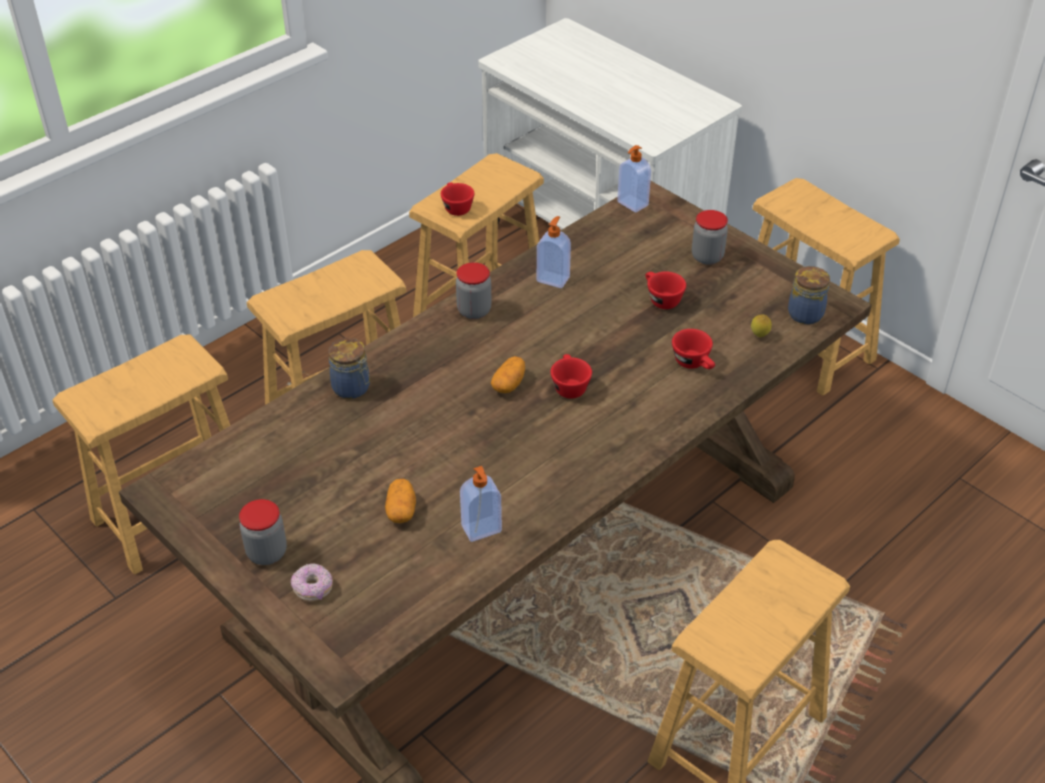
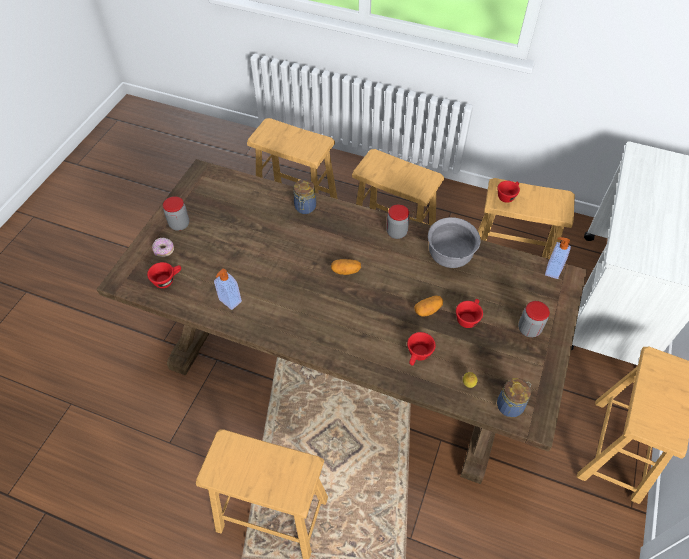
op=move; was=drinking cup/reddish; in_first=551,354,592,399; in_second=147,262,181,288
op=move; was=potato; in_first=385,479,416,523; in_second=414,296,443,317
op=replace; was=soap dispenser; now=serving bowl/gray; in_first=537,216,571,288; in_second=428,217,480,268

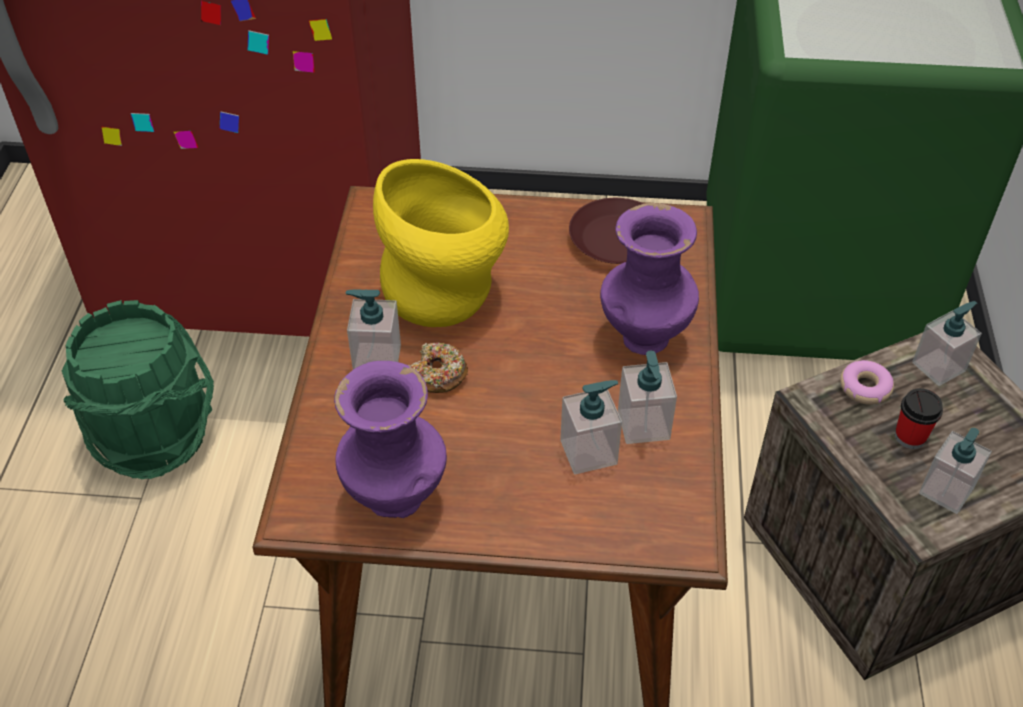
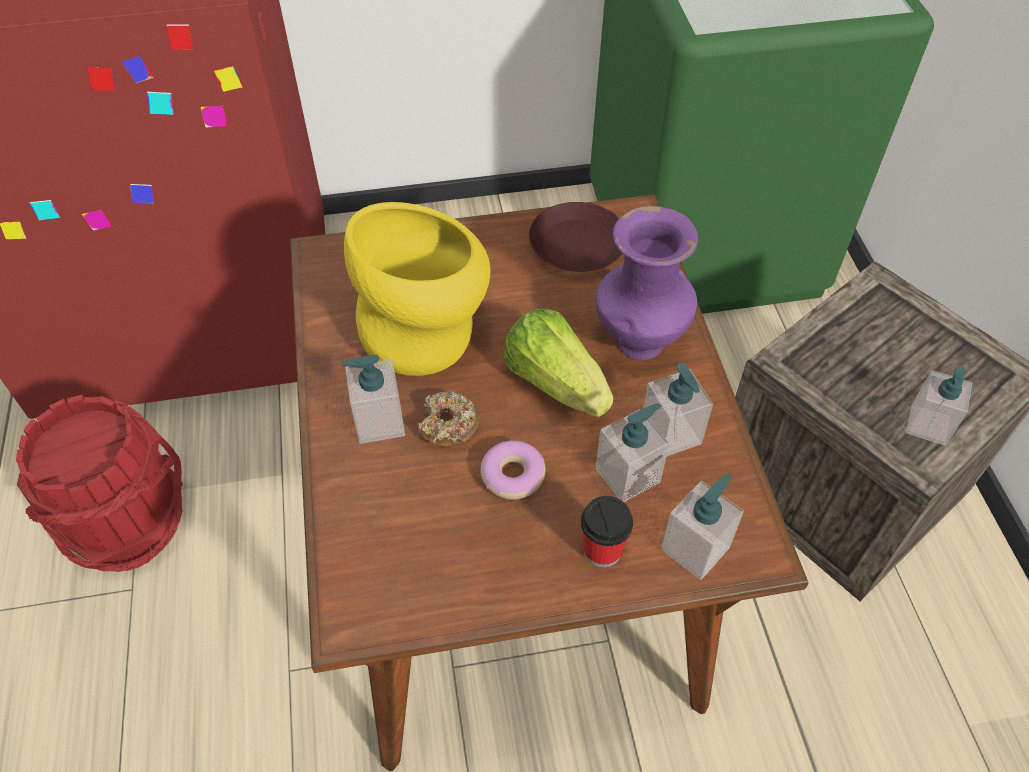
op=recolor; was=bucket/green; now=bucket/reddish; in_first=62,300,214,480; in_second=16,395,183,572
op=move; was=ring doughnut; in_first=840,360,894,405; in_second=480,440,546,500
op=insert; now=lettuce; in_second=503,308,613,417
op=move; was=drinking cup; in_first=895,388,943,449; in_second=581,496,633,567
op=move; was=soap dispenser; in_first=912,301,982,386; in_second=661,474,744,580
op=delete; was=vase/purplish; in_first=334,361,447,518

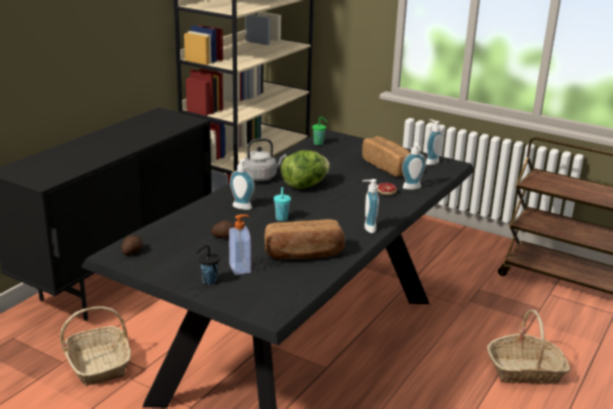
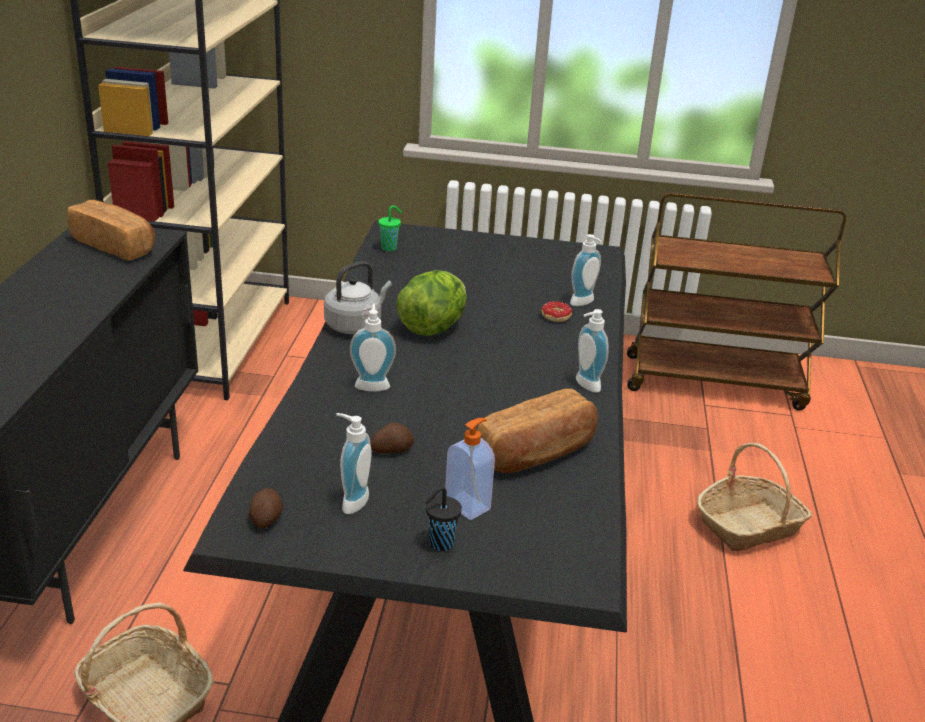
op=move; was=baked bread; in_first=362,136,411,177; in_second=67,200,155,261
op=move; was=soap dispenser; in_first=426,119,442,165; in_second=336,413,371,514
op=delete; was=drinking cup/turquoise; in_first=273,187,291,221

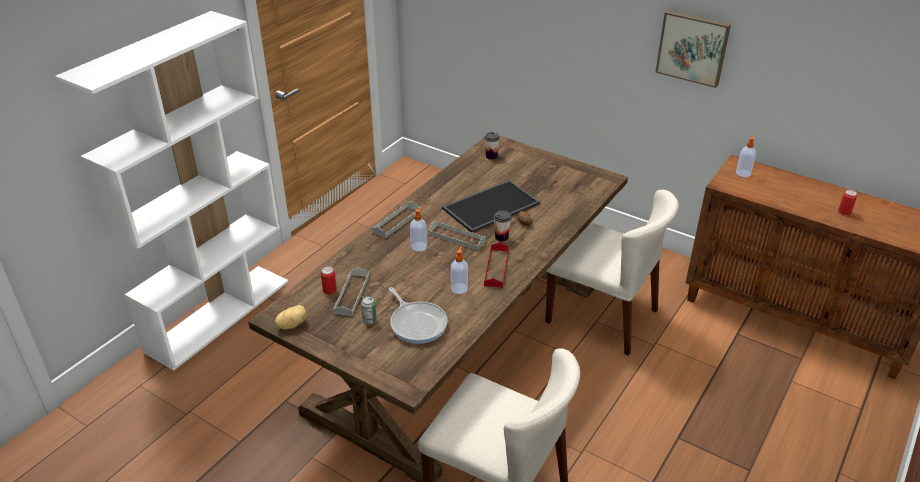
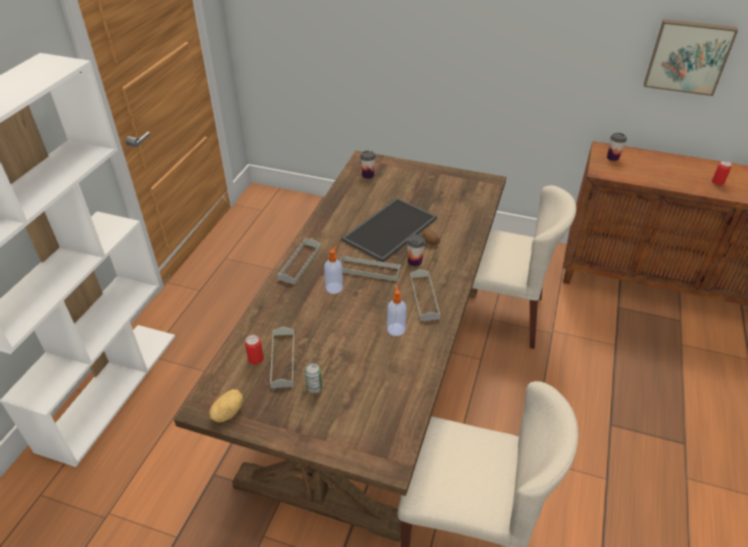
op=recolor; was=tray/reddish; now=tray/gray; in_first=484,242,509,288; in_second=410,269,440,321
op=replace; was=soap dispenser; now=drinking cup; in_first=736,135,756,177; in_second=607,133,627,161
op=move; was=picture; in_first=656,10,731,88; in_second=644,19,738,96
op=delete; was=skillet; in_first=389,287,448,344

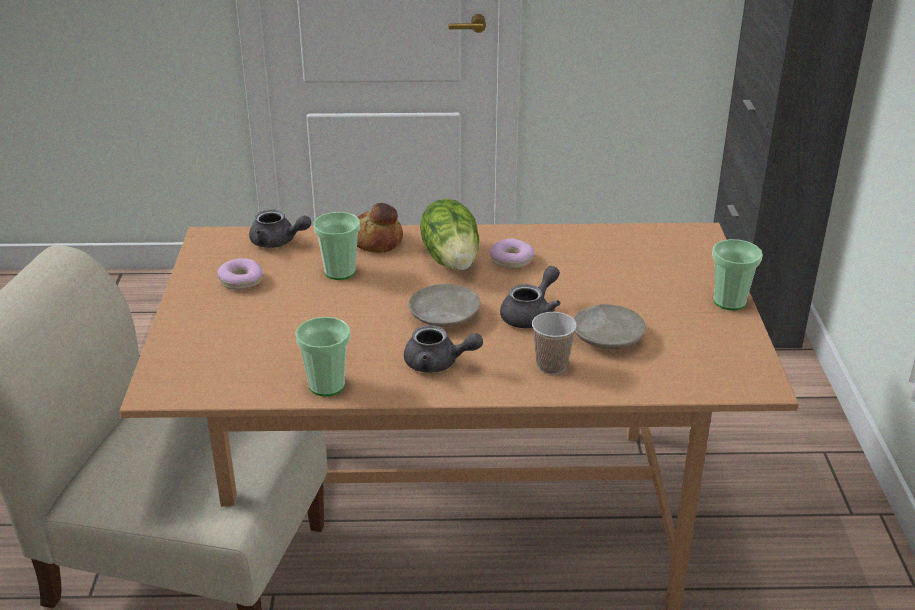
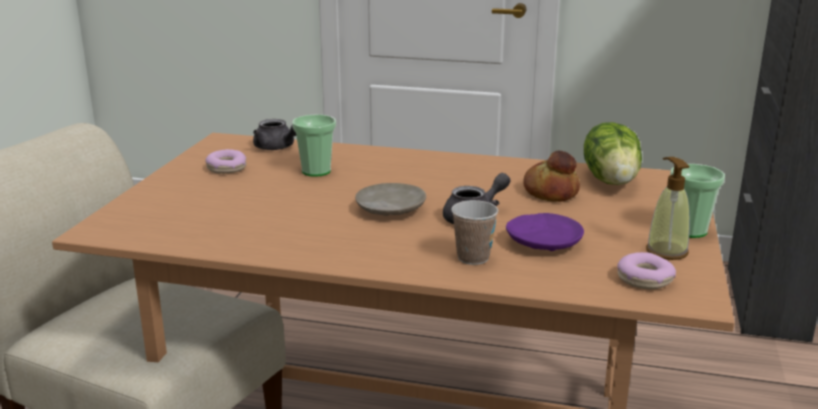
op=recolor; was=flat dish/beige; now=flat dish/purplish; in_first=573,304,646,349; in_second=506,213,584,251
op=move; was=baked bread; in_first=357,203,403,253; in_second=523,150,580,202
op=move; was=lettuce; in_first=420,199,479,271; in_second=584,122,642,185
op=move; was=ring doughnut; in_first=490,238,535,269; in_second=617,252,676,289
op=insert; now=soap dispenser; in_second=646,157,690,260
op=delete; was=drinking cup; in_first=295,317,350,396
op=delete; was=tea pot/gray; in_first=404,325,483,373

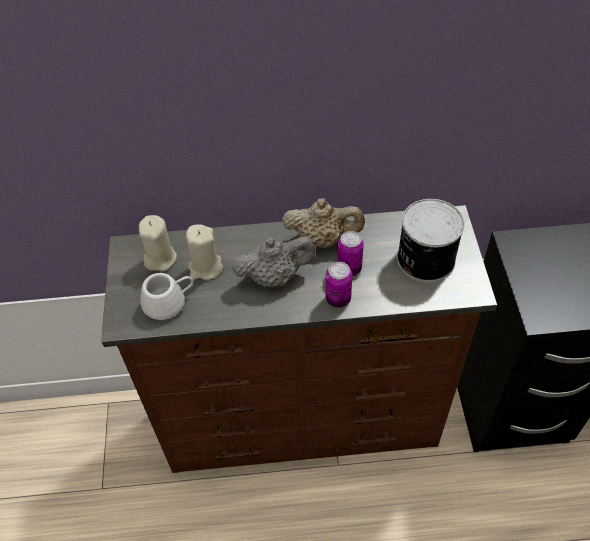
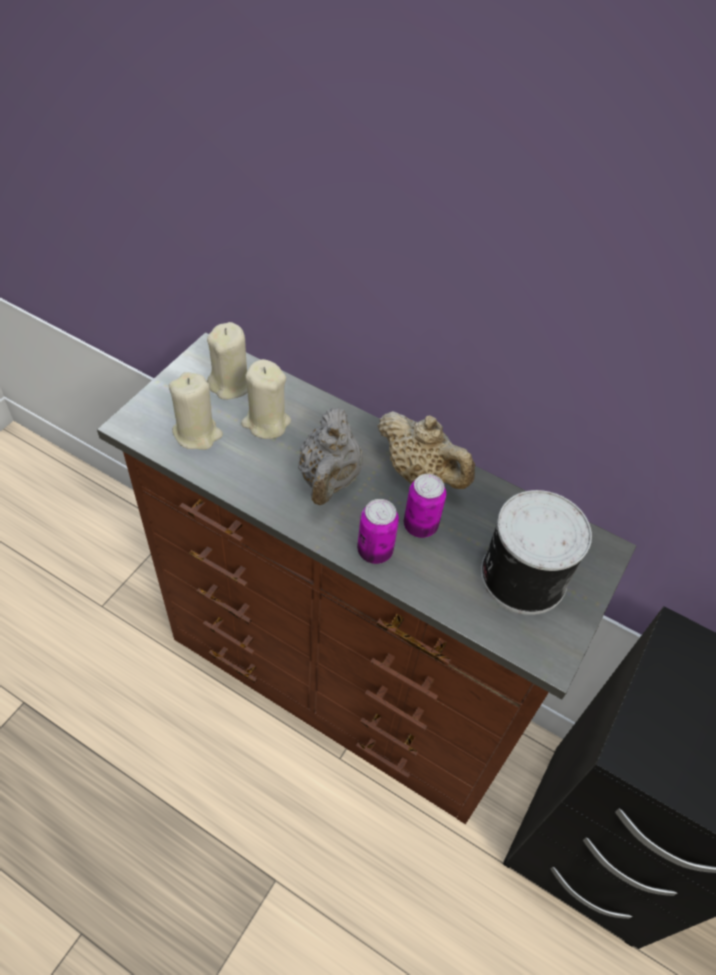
op=replace; was=mug/whitish; now=wax light/beige; in_first=140,273,194,320; in_second=168,372,223,450
op=rotate; was=tea pot/gray; in_first=231,236,316,287; in_second=298,407,363,505; clockwise=75

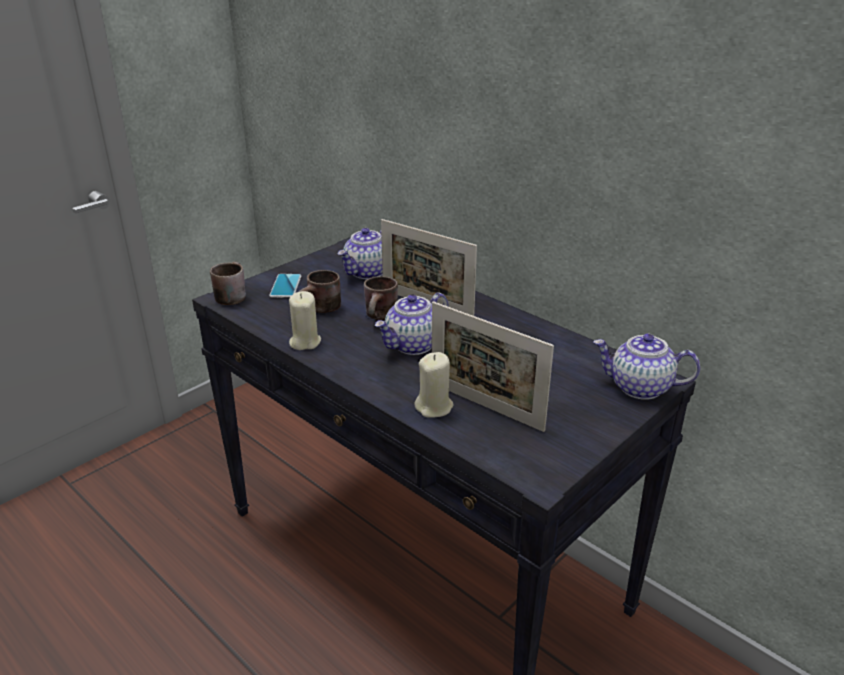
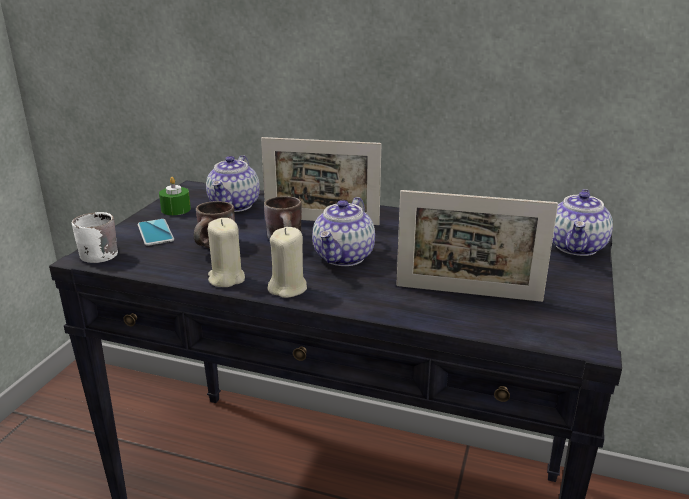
op=recolor; was=mug/brownish; now=mug/whitish; in_first=210,262,246,305; in_second=72,212,118,263
op=insert; now=wax light/green; in_second=159,177,191,215
op=move; was=wax light/beige; in_first=415,352,454,418; in_second=267,227,307,298
op=rotate; was=tea pot; in_first=593,334,700,400; in_second=552,189,613,256; clockwise=-60

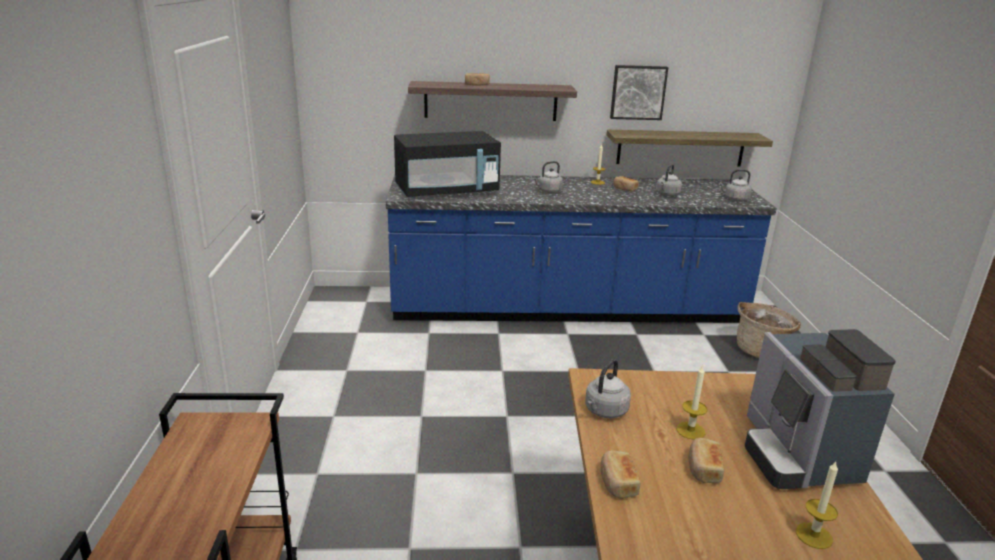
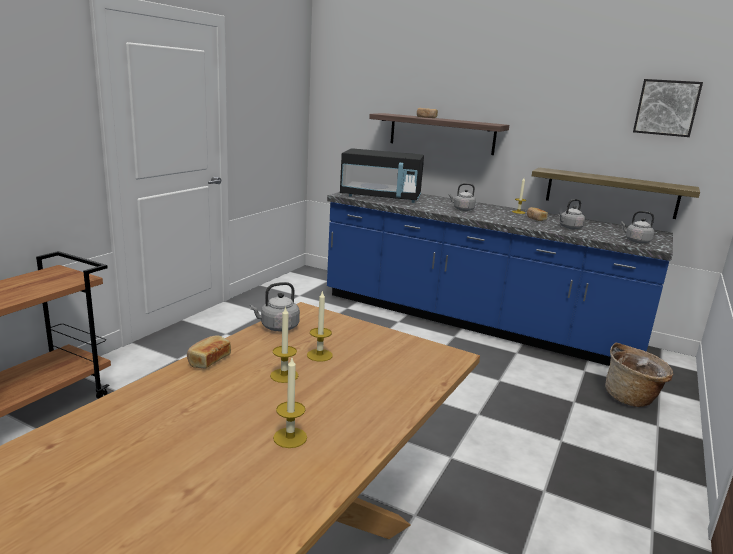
op=replace; was=baked bread; now=wax light; in_first=688,438,724,483; in_second=270,306,298,383
op=move; was=picture; in_first=610,65,669,120; in_second=633,79,703,137
op=delete; was=coffee brewer; in_first=745,329,896,489

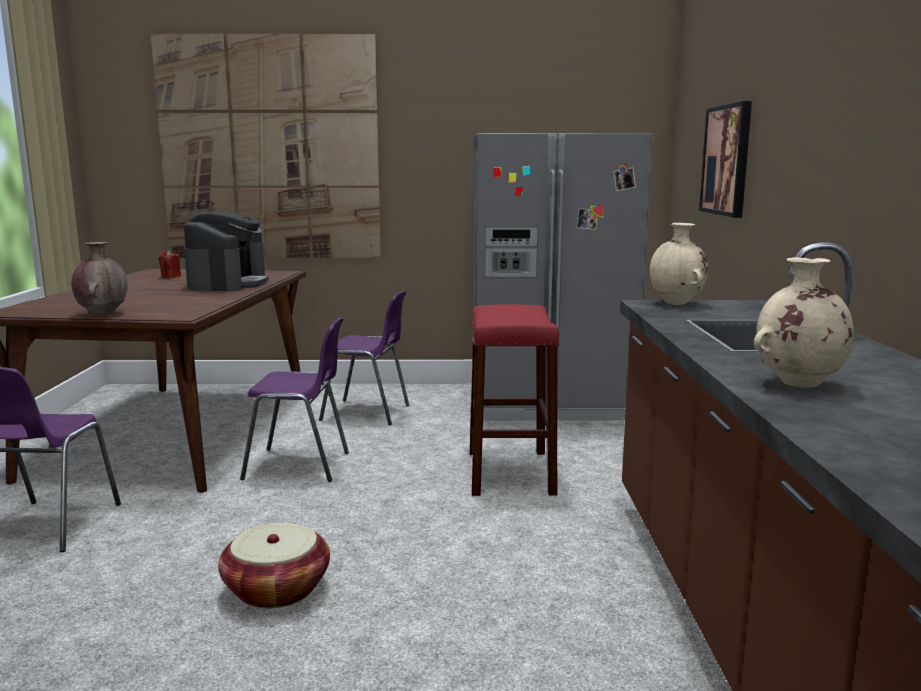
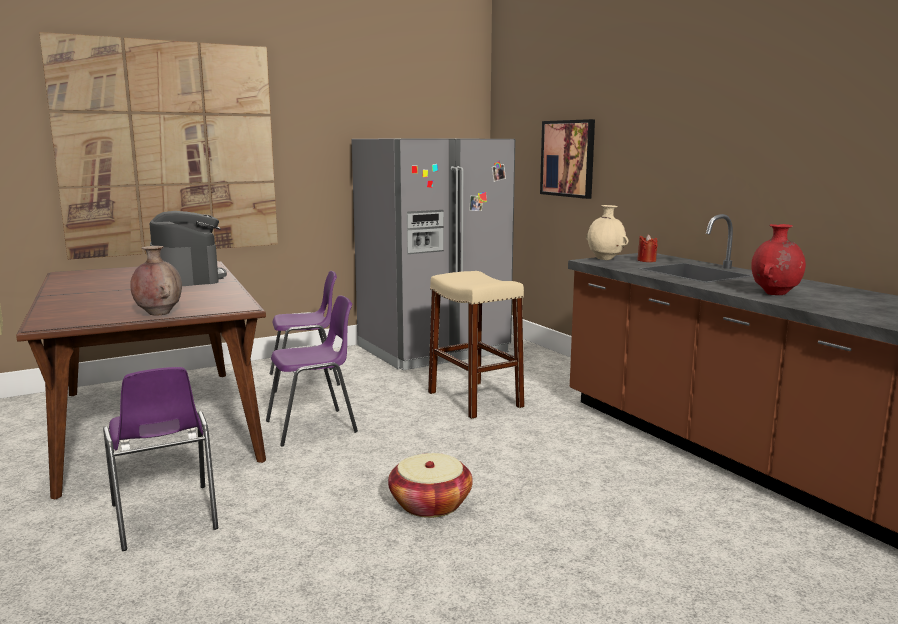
op=recolor; was=stool seat/reddish; now=stool seat/beige; in_first=470,304,560,496; in_second=428,271,524,419
op=move; was=wax light/reddish; in_first=159,250,181,278; in_second=637,234,657,262
op=recolor; was=vase/beige; now=vase/reddish; in_first=754,257,854,388; in_second=751,224,806,295

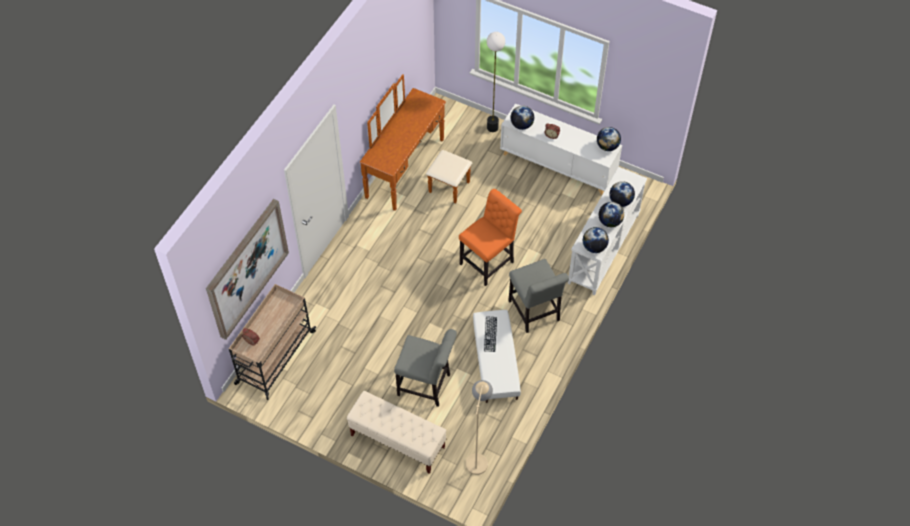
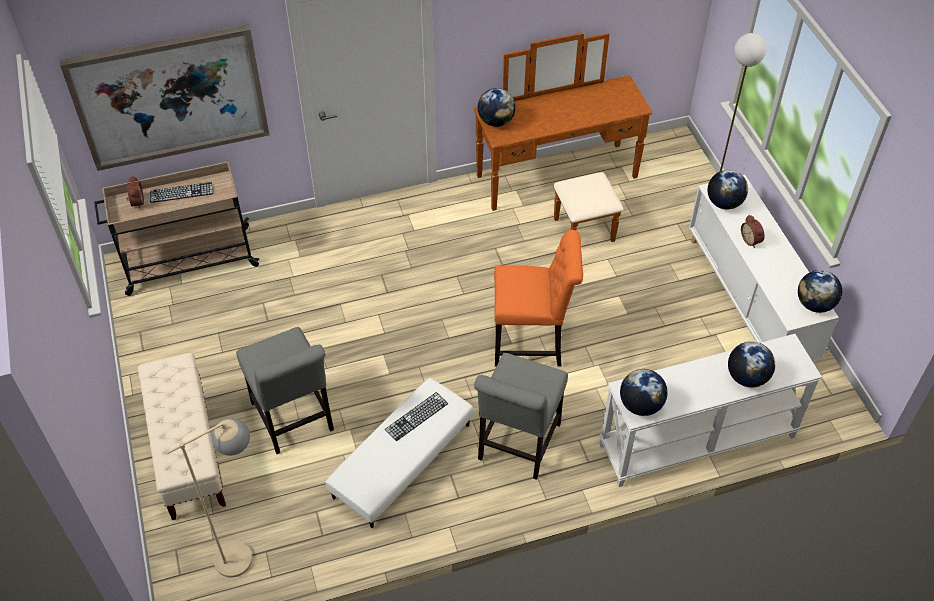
op=insert; now=PC keyboard; in_second=150,182,213,203
op=move; was=globe; in_first=599,202,624,227; in_second=478,88,516,127

